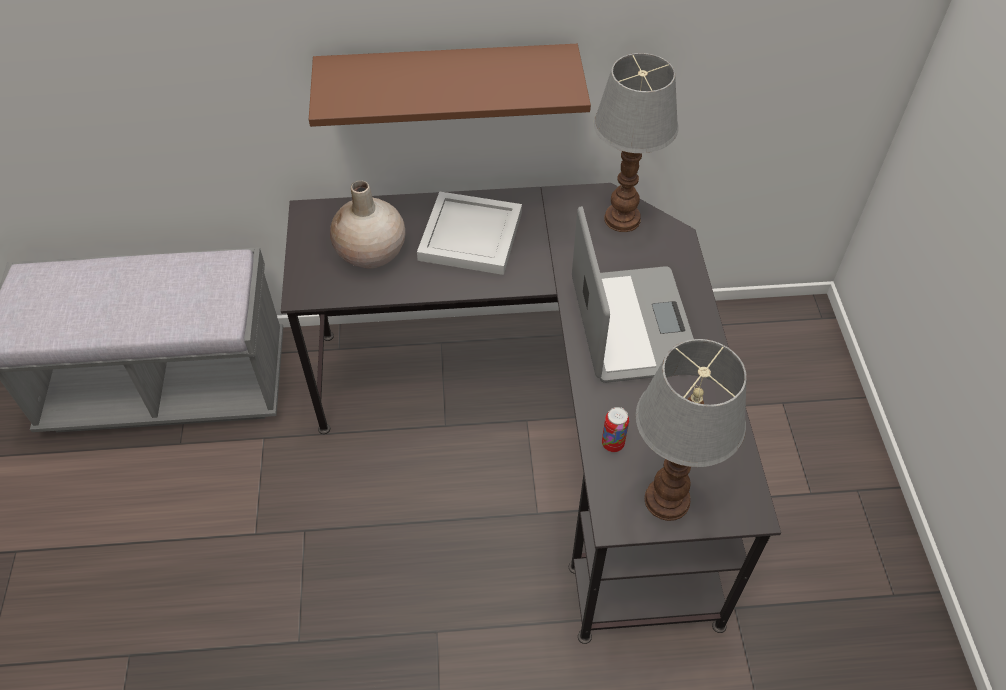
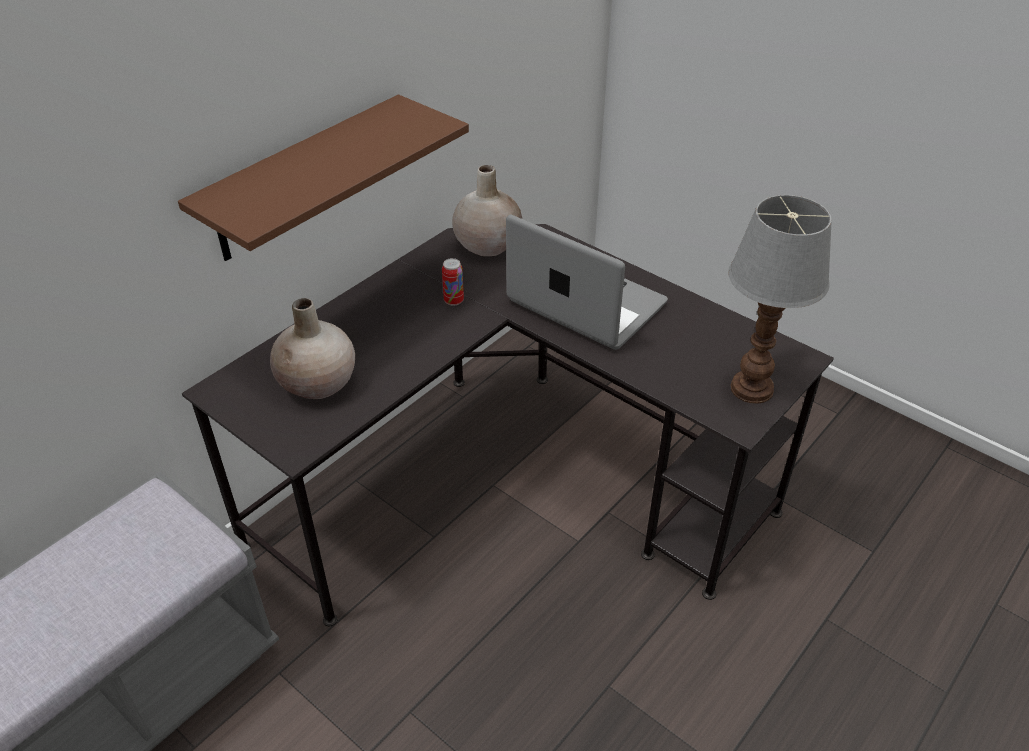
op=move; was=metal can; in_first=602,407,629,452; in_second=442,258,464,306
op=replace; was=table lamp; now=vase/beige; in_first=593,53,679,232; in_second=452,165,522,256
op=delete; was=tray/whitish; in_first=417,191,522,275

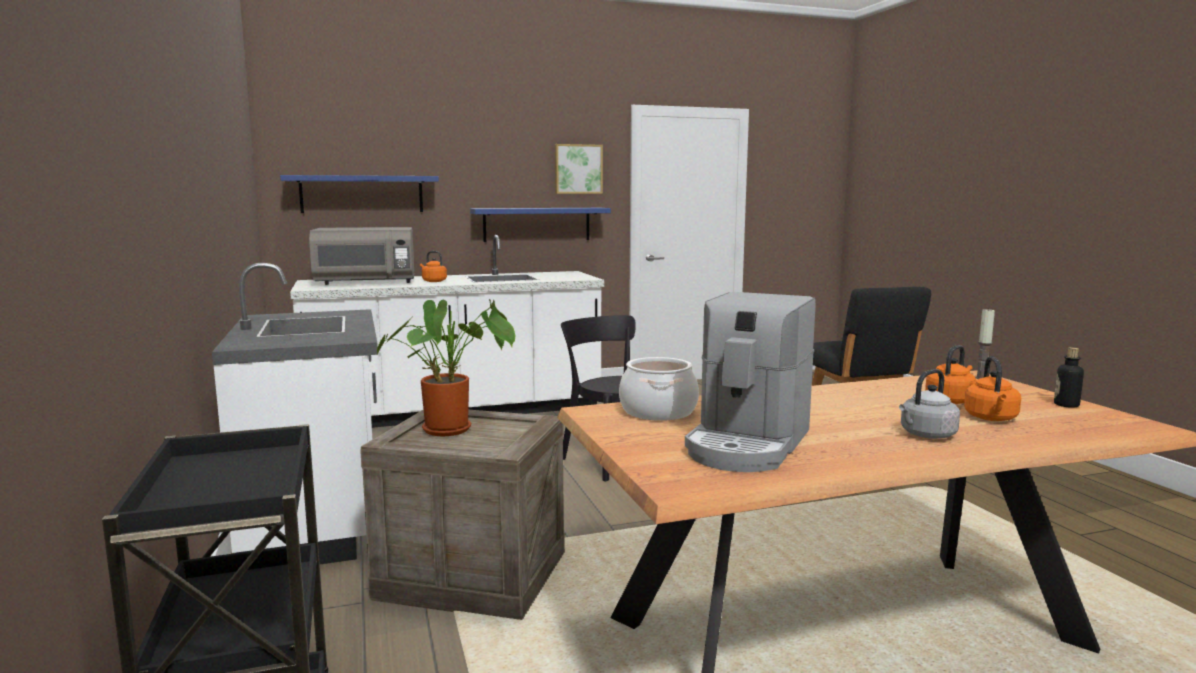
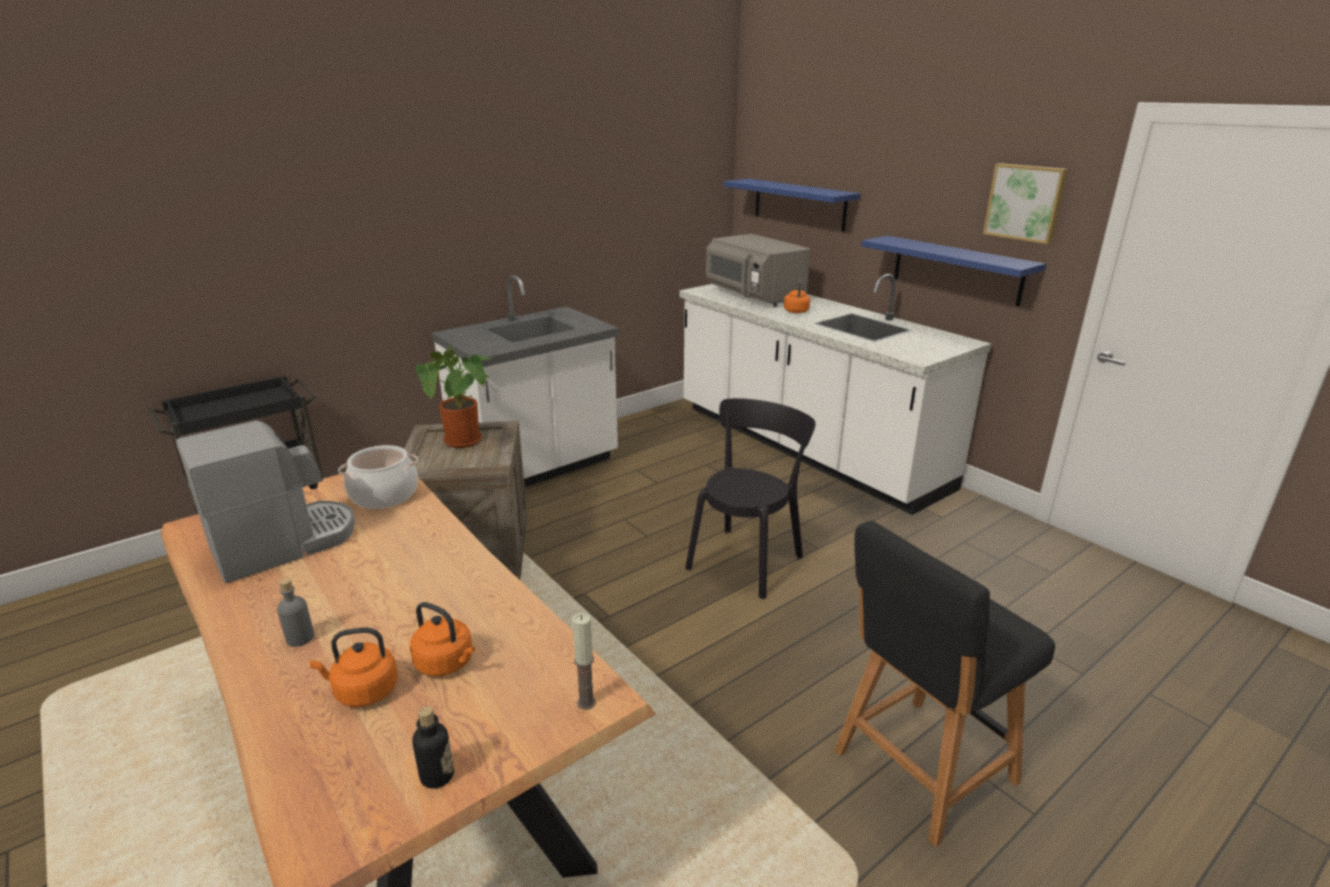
op=rotate; was=coffee brewer; in_first=685,292,816,472; in_second=176,420,355,583; clockwise=135
op=replace; was=tea kettle/gray; now=bottle/gray; in_first=899,369,960,439; in_second=277,578,314,647

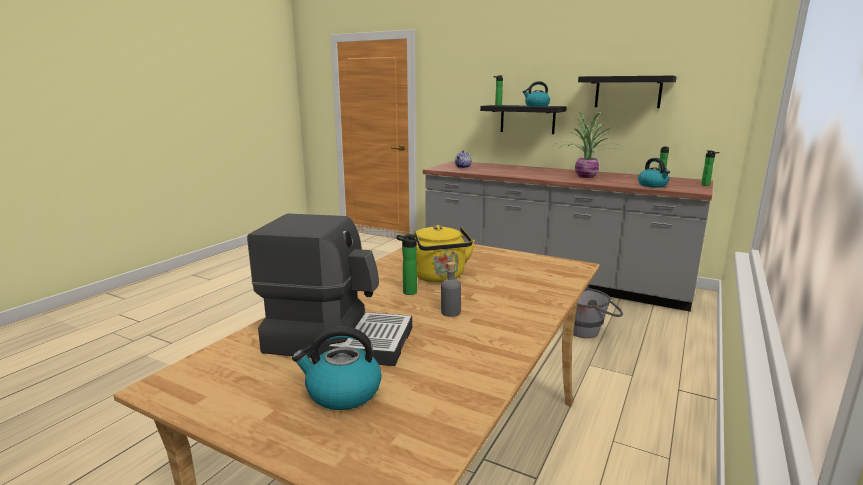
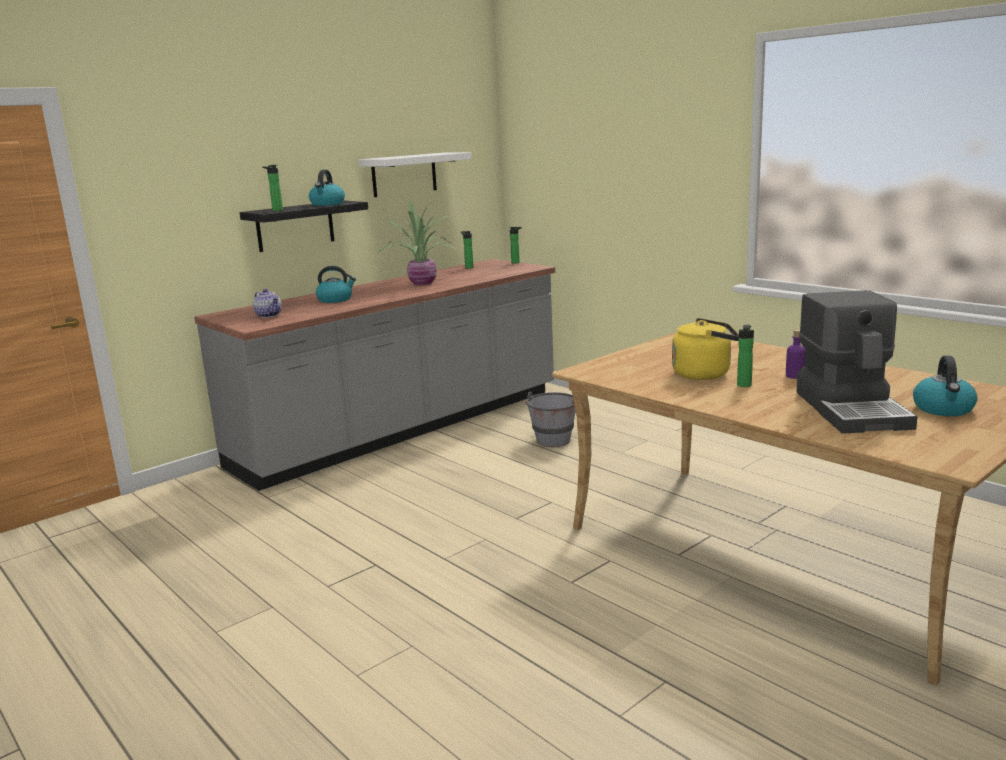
op=move; was=tea kettle; in_first=638,158,670,188; in_second=316,266,356,303
op=recolor; was=wall shelf/black; now=wall shelf/whitish; in_first=578,76,677,108; in_second=359,152,472,197
op=recolor; was=bottle/gray; now=bottle/purplish; in_first=441,262,461,317; in_second=786,329,806,379
op=rotate; was=coffee brewer; in_first=247,214,412,366; in_second=796,290,918,434; clockwise=150

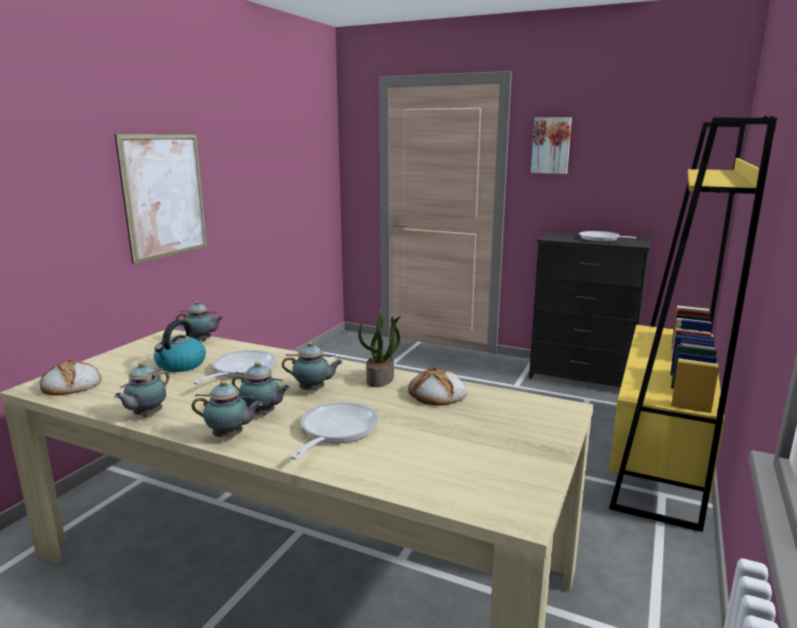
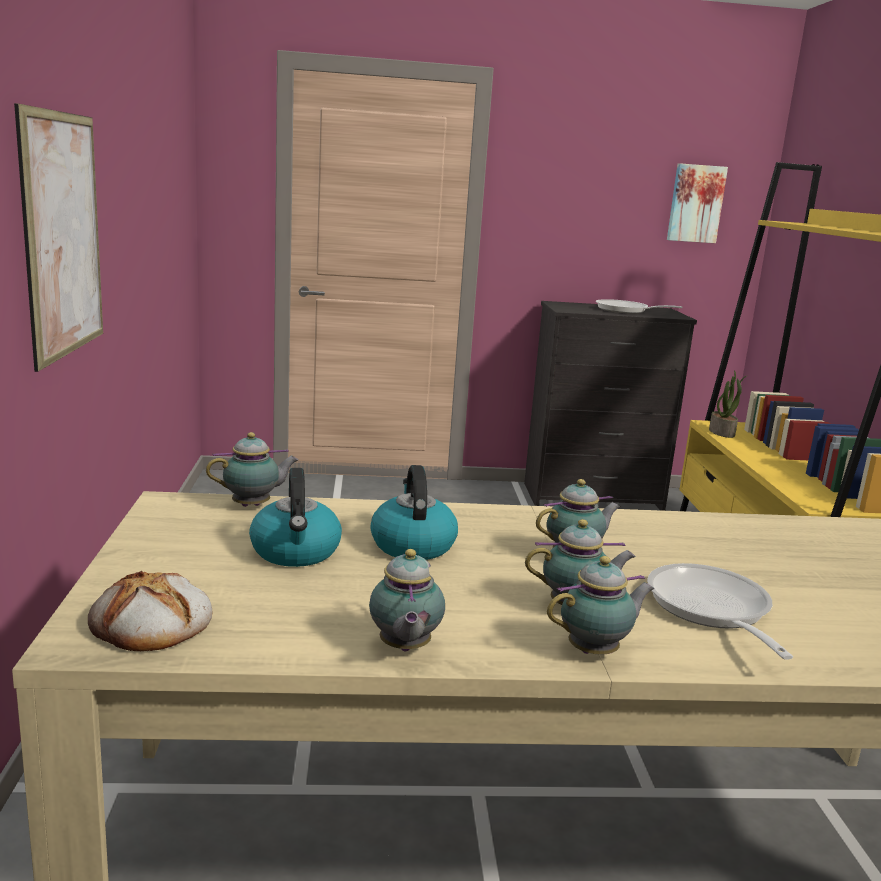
op=replace; was=skillet; now=tea kettle; in_first=193,350,277,385; in_second=370,465,458,560
op=move; was=picture; in_first=531,117,572,174; in_second=667,163,728,243
op=move; was=potted plant; in_first=358,310,400,387; in_second=709,370,748,438
op=delete; was=baked bread; in_first=408,368,467,406

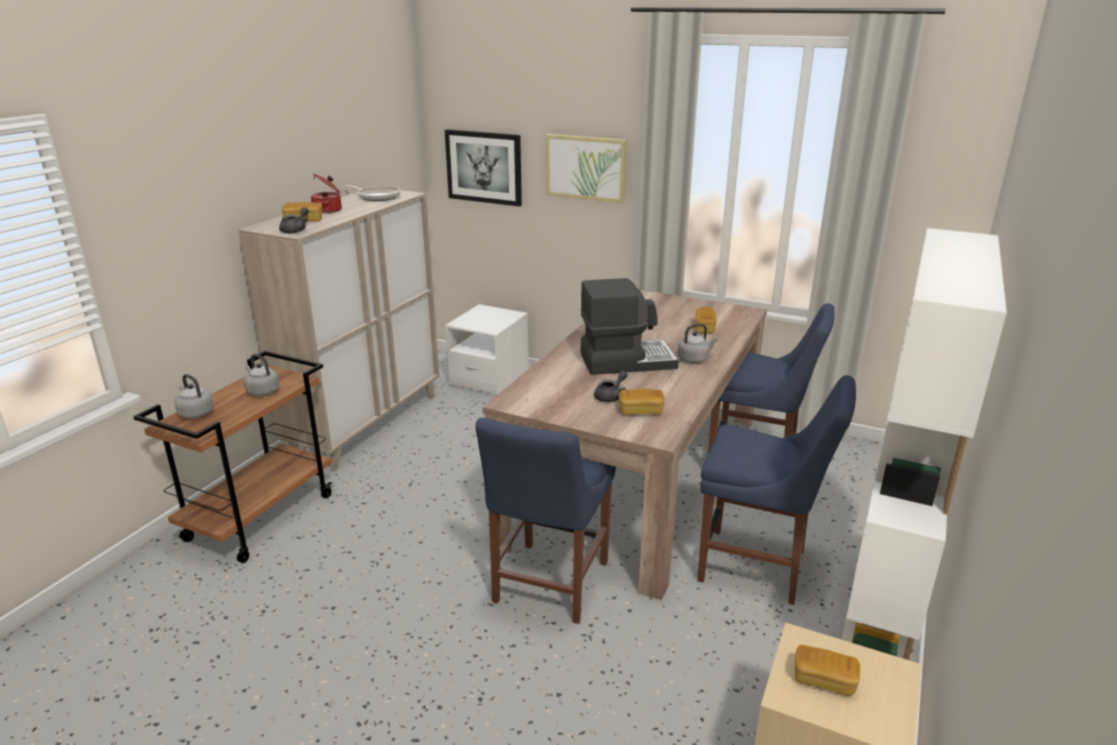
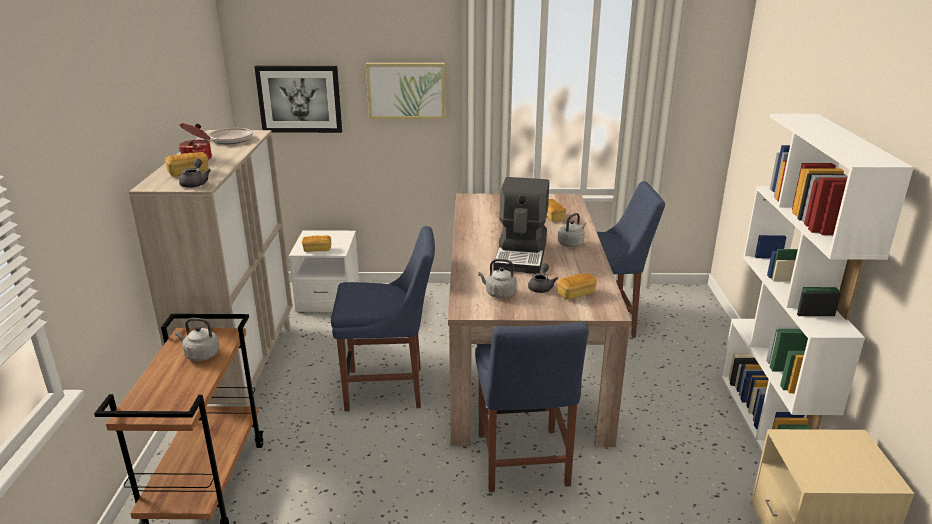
op=move; was=baked bread; in_first=795,645,860,696; in_second=302,235,331,252
op=move; was=upright chair/bluish; in_first=697,375,856,605; in_second=331,226,435,411
op=move; was=tea kettle/gray; in_first=175,374,213,419; in_second=478,259,517,298
op=rotate; was=coffee brewer; in_first=581,278,679,375; in_second=493,177,549,274; clockwise=135

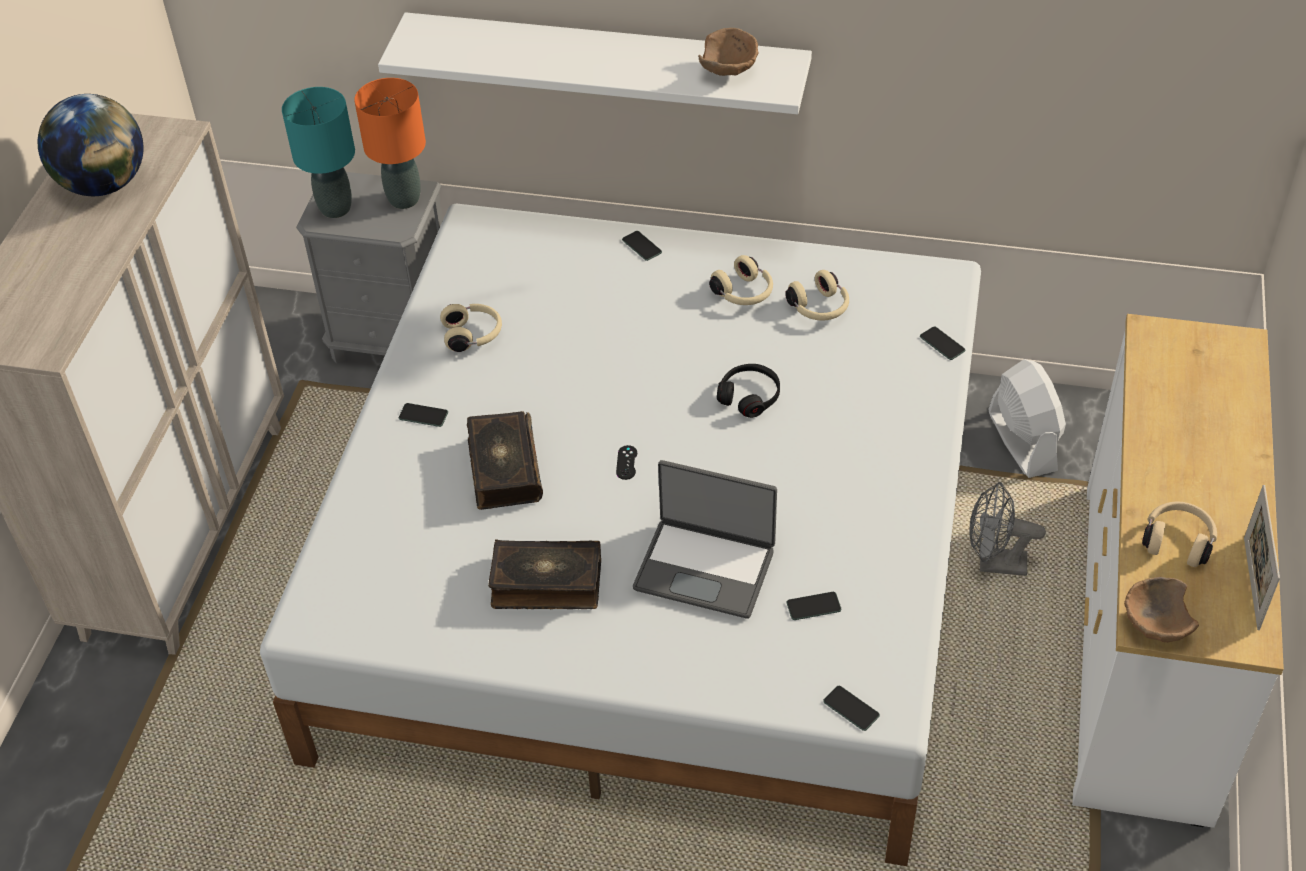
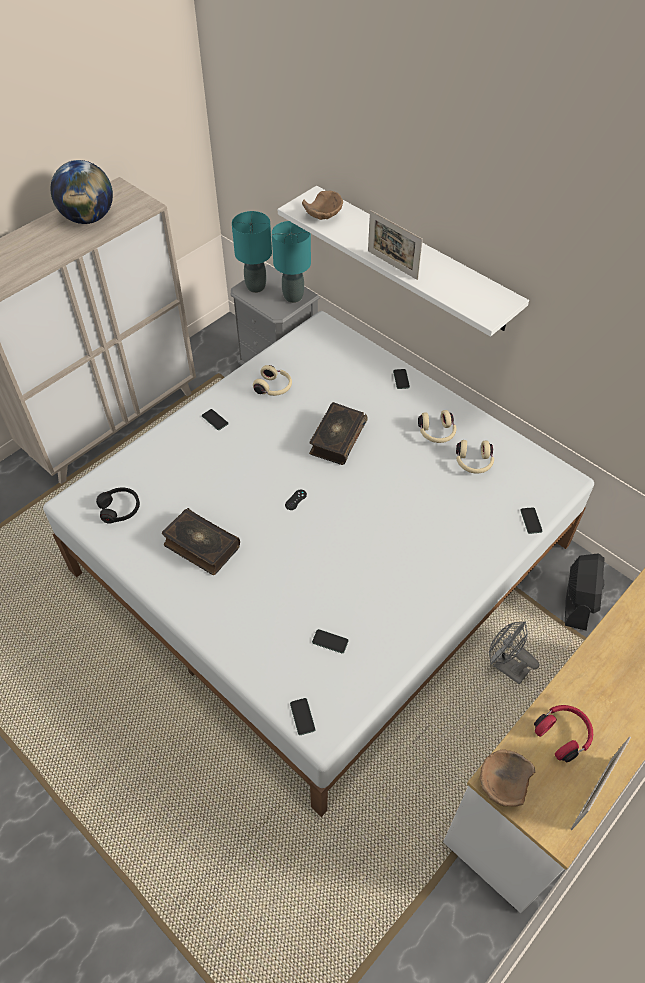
op=move; was=pair of headphones/black; in_first=717,364,780,418; in_second=96,487,140,524
op=recolor; was=table lamp/orange-coloured; now=table lamp/turquoise; in_first=354,78,426,209; in_second=272,221,311,303
op=move; was=serving bowl/brownish; in_first=698,28,759,76; in_second=302,191,343,220
op=move; was=bound book; in_first=467,411,543,510; in_second=309,402,368,465
op=insert; now=standing frame; in_second=368,210,423,280
op=recolor; was=pair of headphones/beige; now=pair of headphones/reddish; in_first=1142,501,1217,567; in_second=534,705,593,762
op=recolor; was=cooling fan/whitish; now=cooling fan/black; in_first=988,359,1066,478; in_second=565,553,605,631
op=delete; was=portable computer; in_first=633,460,777,619

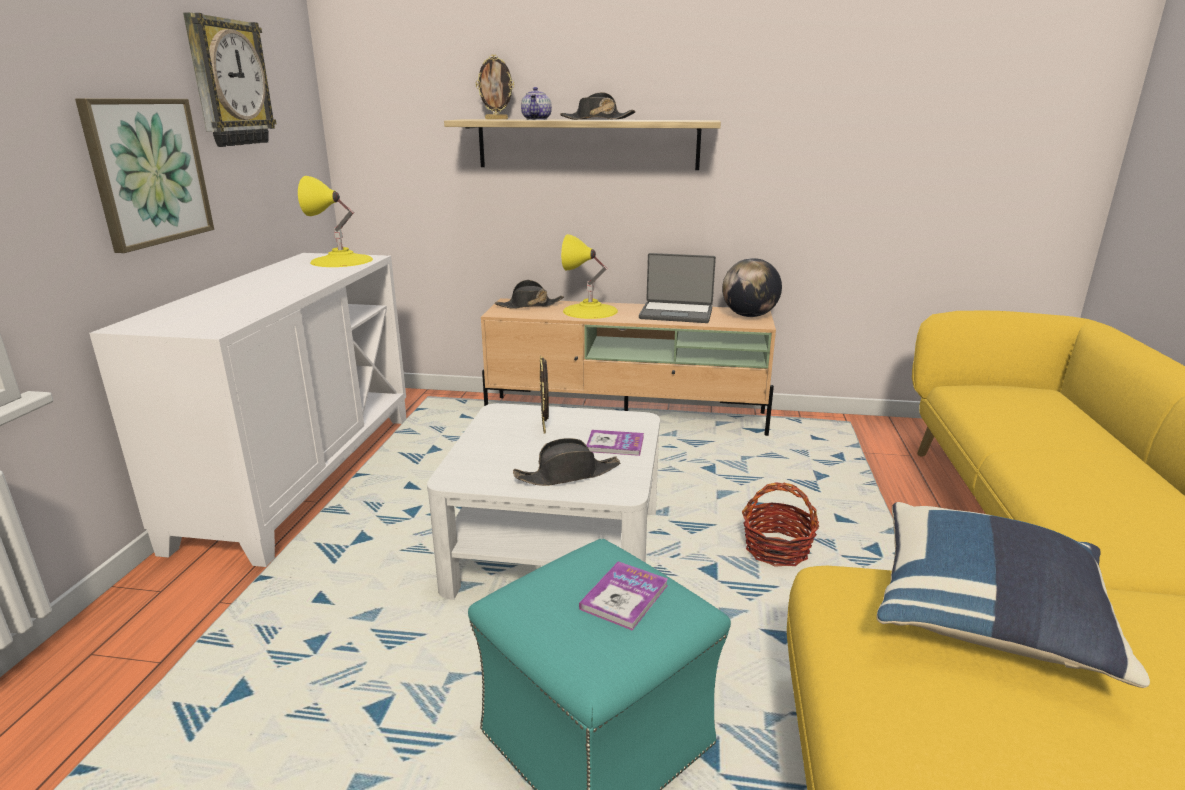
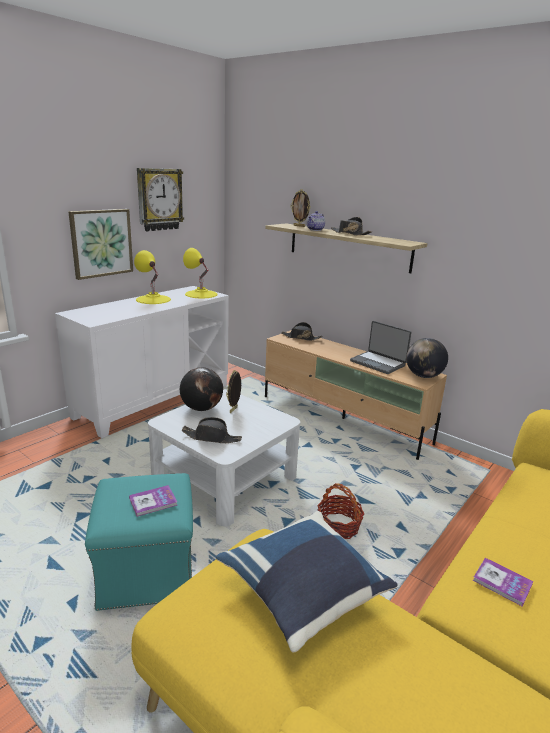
op=move; was=table lamp/yellow; in_first=561,234,618,319; in_second=134,250,171,304
op=insert; now=globe; in_second=180,367,223,411
op=move; was=bound book; in_first=587,430,644,456; in_second=473,558,533,607

